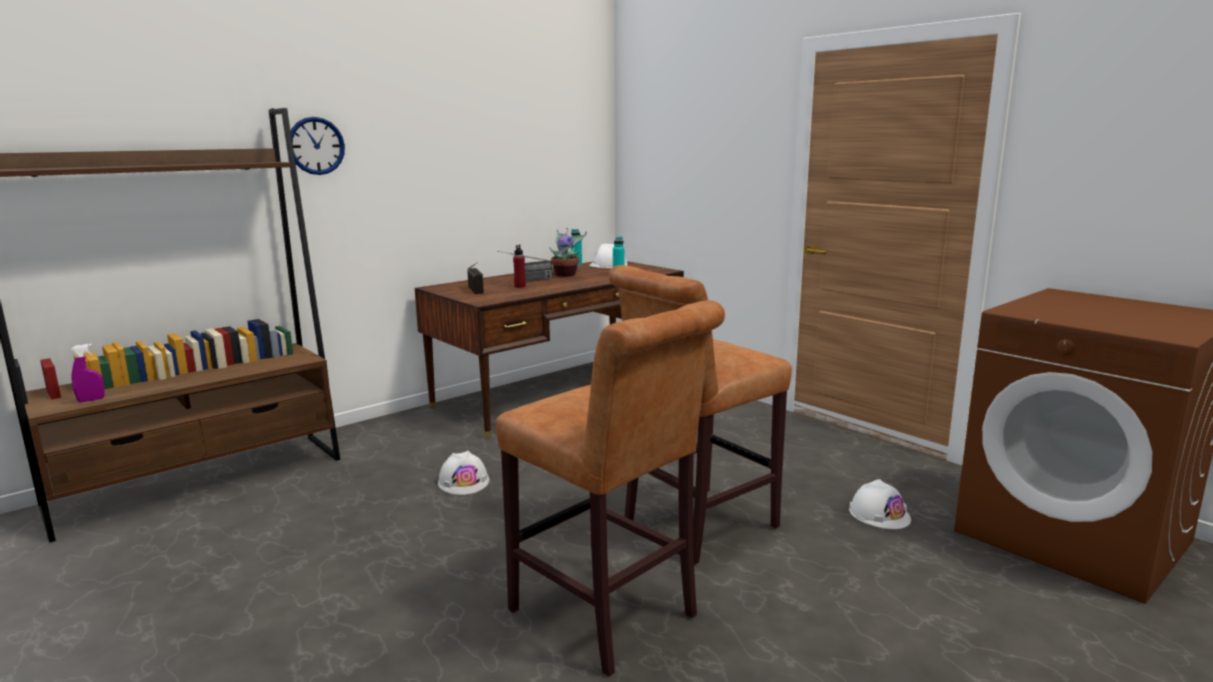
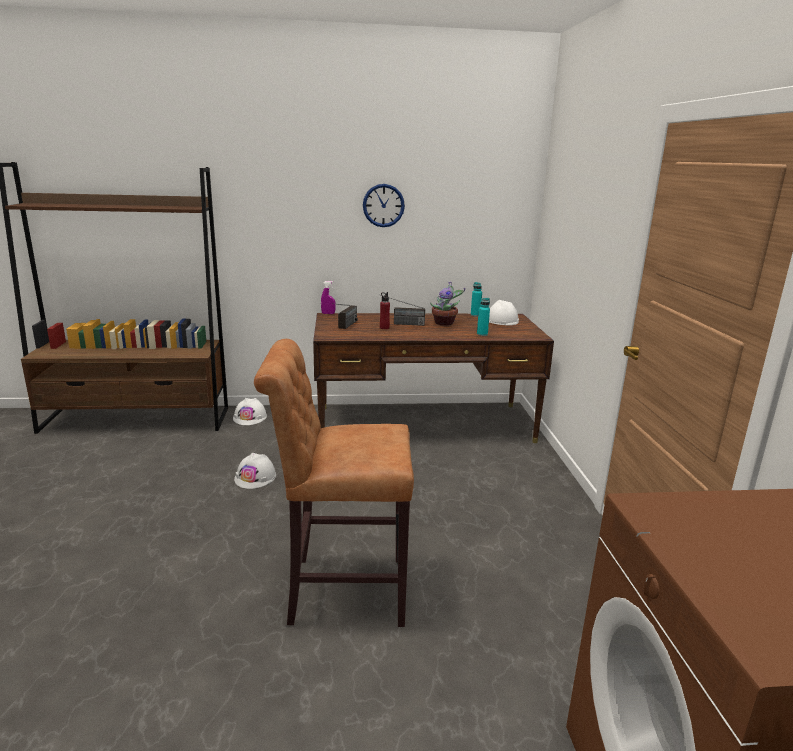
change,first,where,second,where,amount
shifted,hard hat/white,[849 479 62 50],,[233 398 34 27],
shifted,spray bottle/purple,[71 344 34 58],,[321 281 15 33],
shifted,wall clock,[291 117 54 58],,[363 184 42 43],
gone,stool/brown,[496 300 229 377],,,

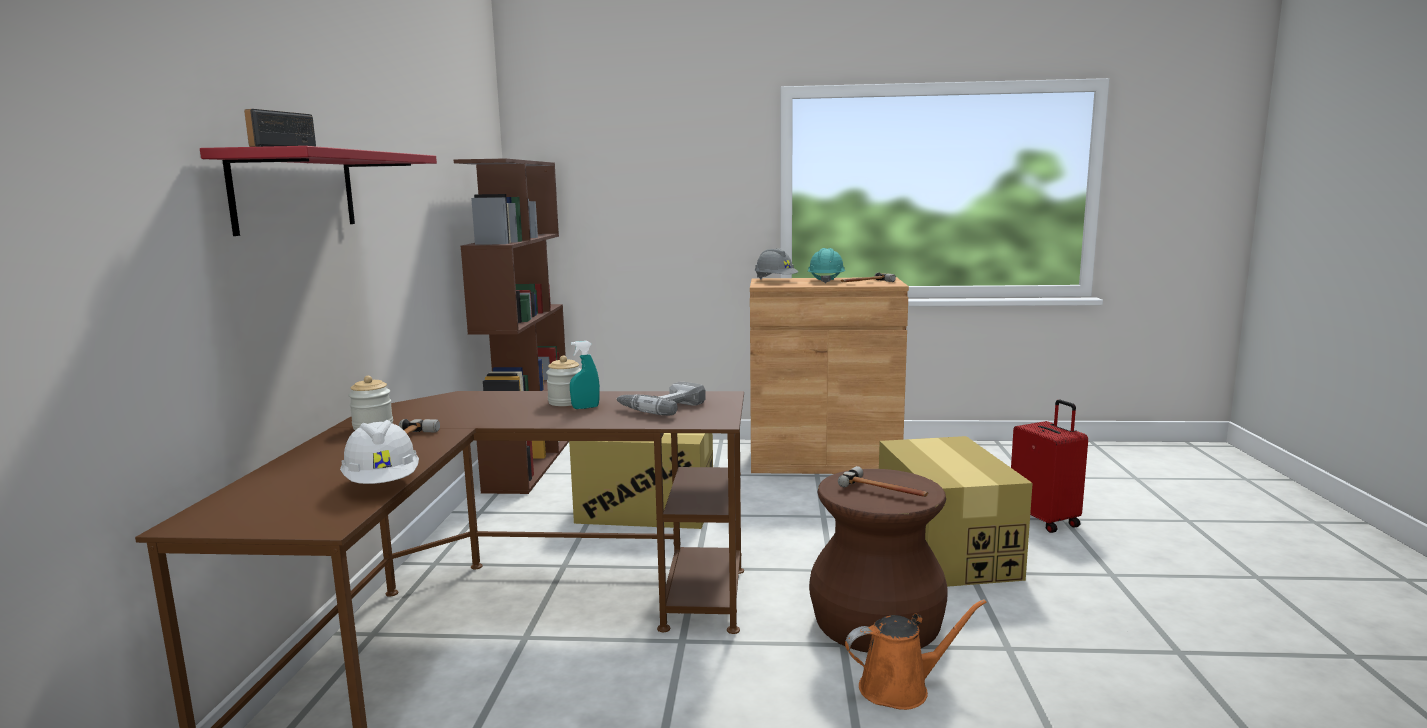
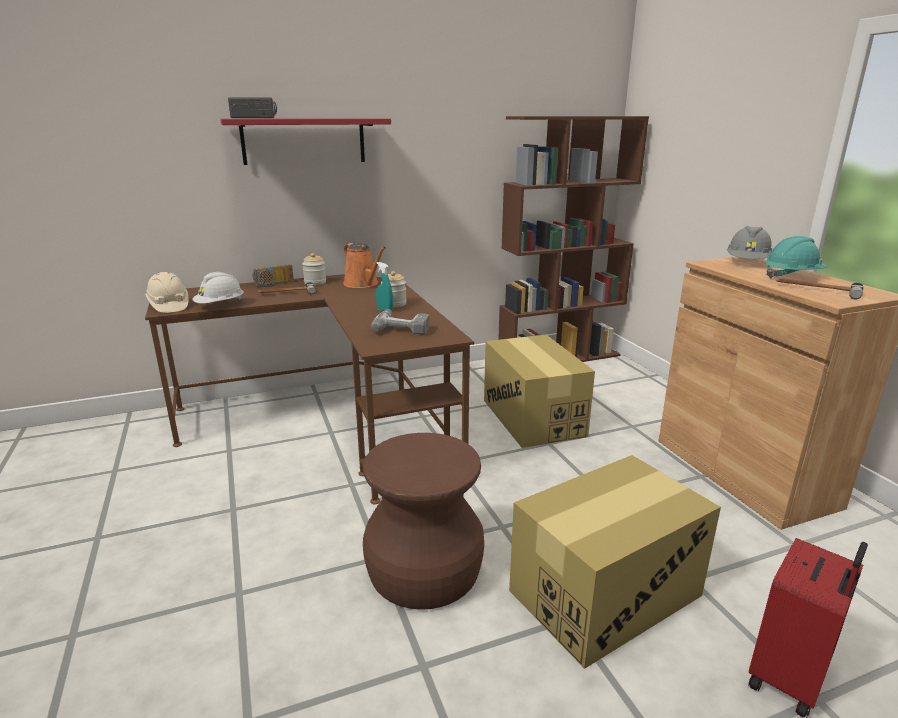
change,first,where,second,where,amount
new,,,hard hat/beige,[145 272 44 41],
new,,,radio,[252 264 42 23],
shifted,watering can/orange,[845 599 142 111],,[343 243 43 45],
gone,hammer,[838 466 90 31],,,

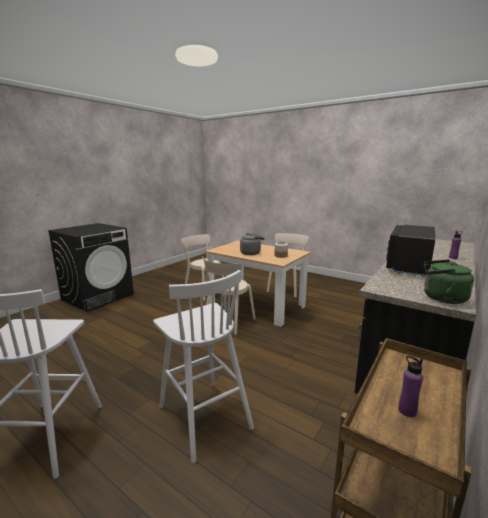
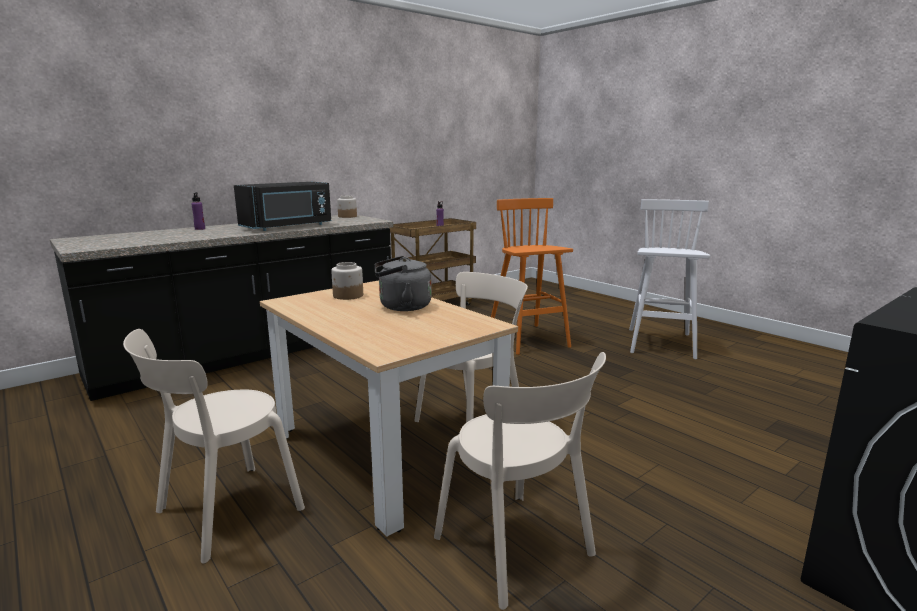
change,first,where,second,where,amount
swapped,kettle/green,[424 260 50 44],jar,[337 196 20 22],
repainted,stool/white,[153 270 101 193],stool/orange,[491 198 82 157],

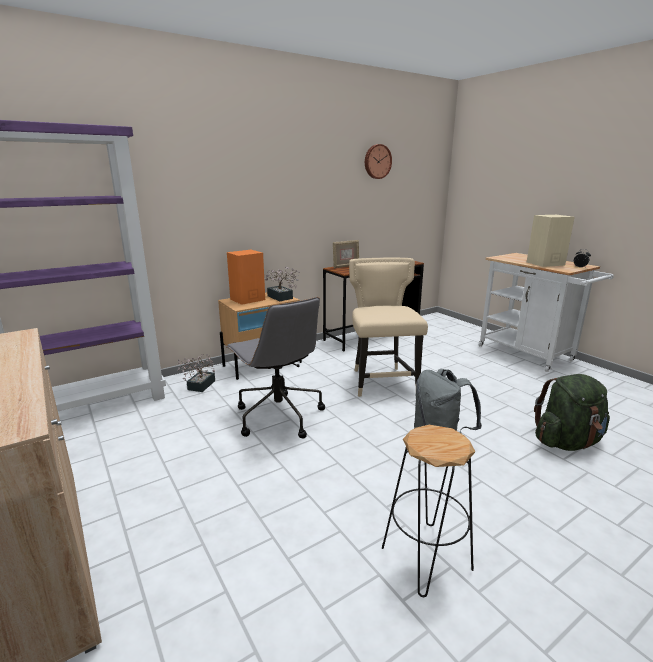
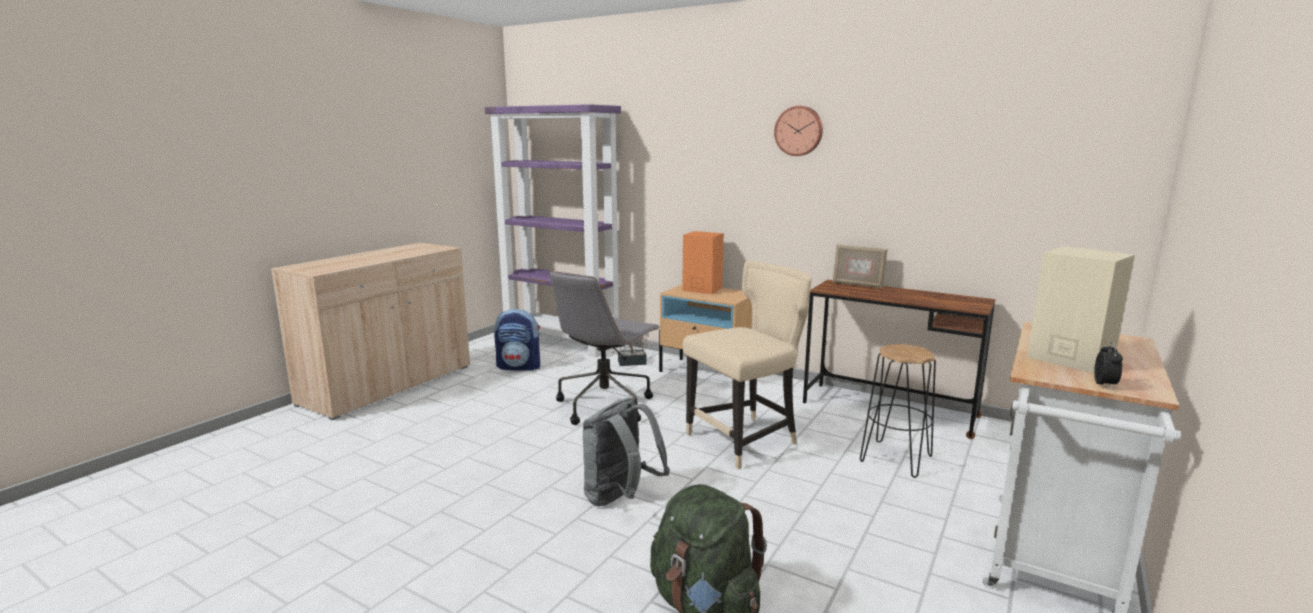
change,first,where,second,where,amount
new,,,backpack,[494 309 46 62],
shifted,wall clock,[365 144 27 35],,[774 106 49 50],
shifted,stool/black,[382 425 94 172],,[860 344 76 134],
gone,potted plant,[265 267 35 34],,,

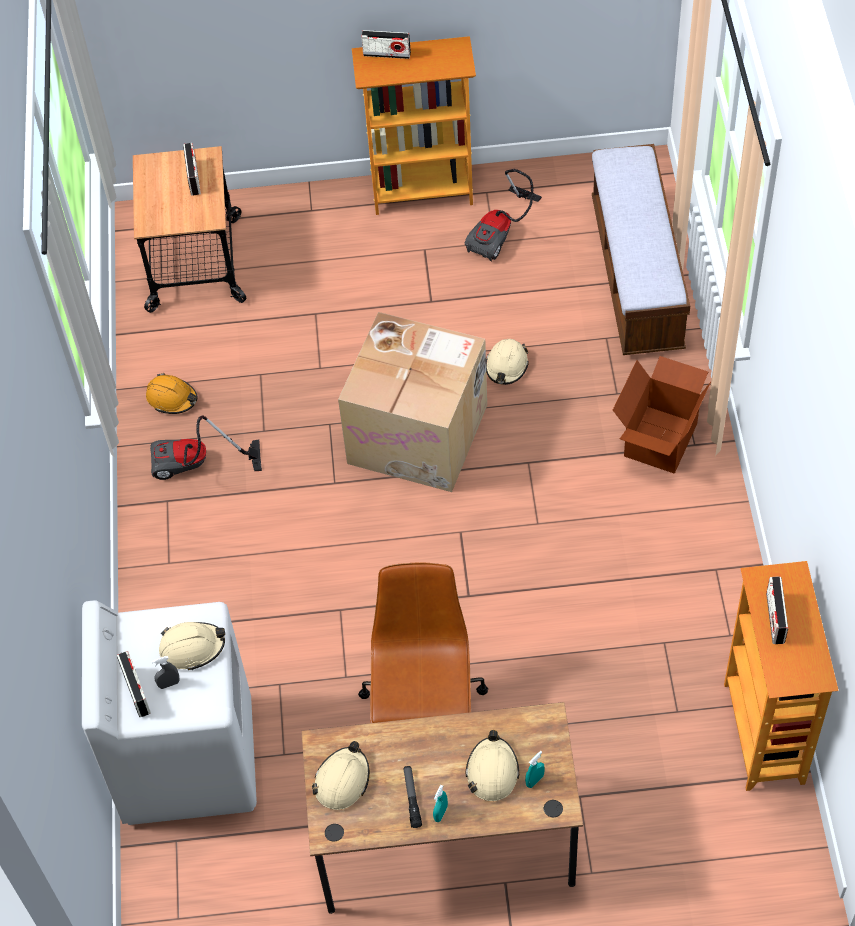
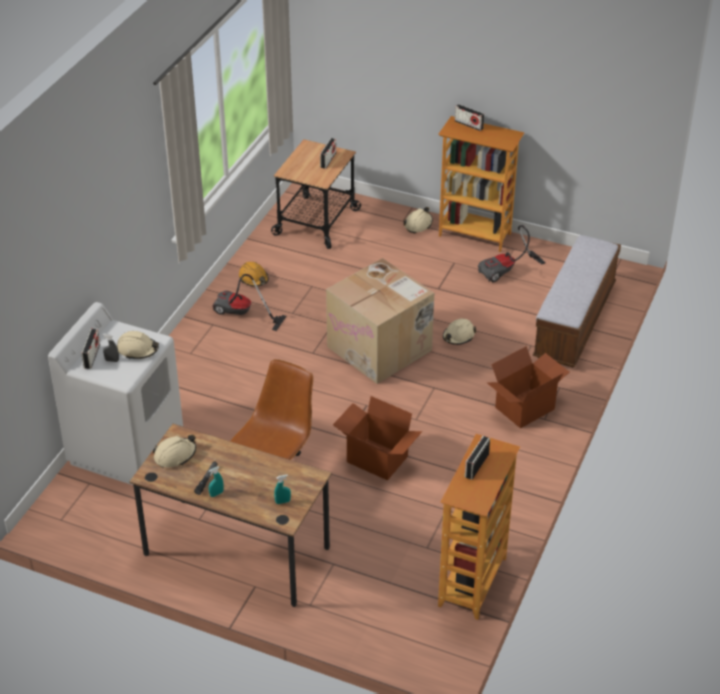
change,first,where,second,where,amount
new,,,cardboard box,[333 396 90 84],
shifted,hard hat/beige,[465 730 55 71],,[404 207 29 26],

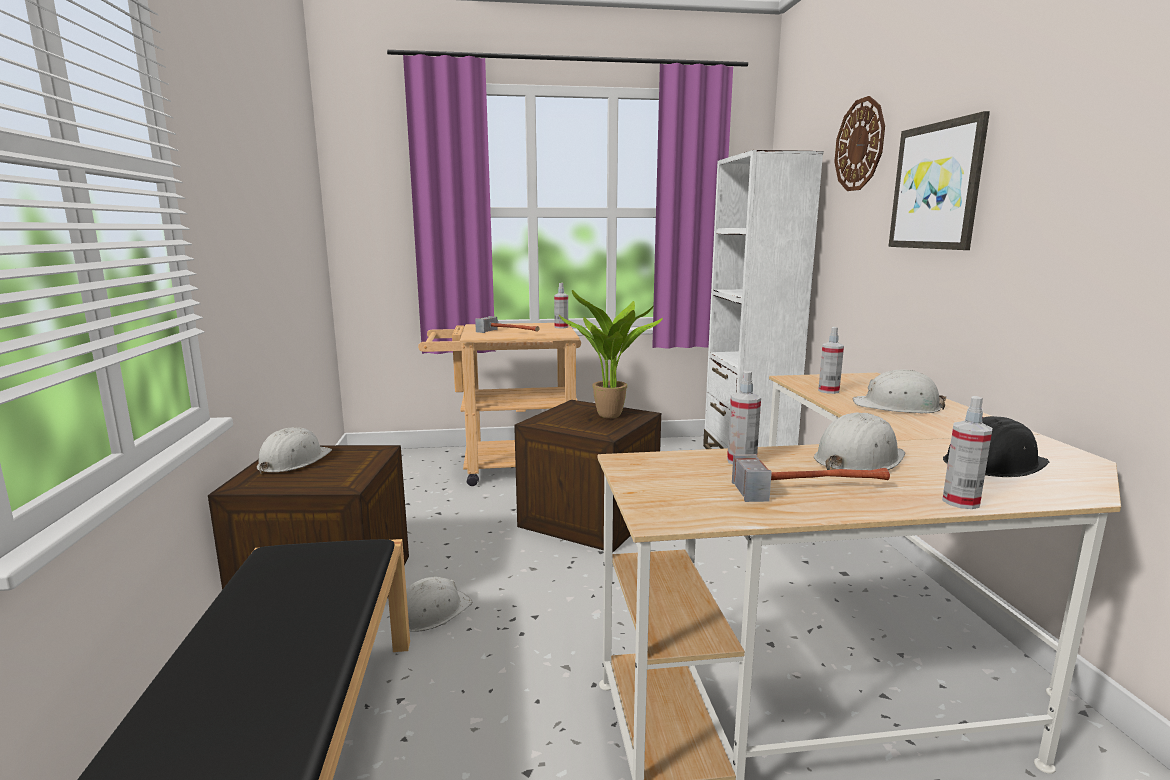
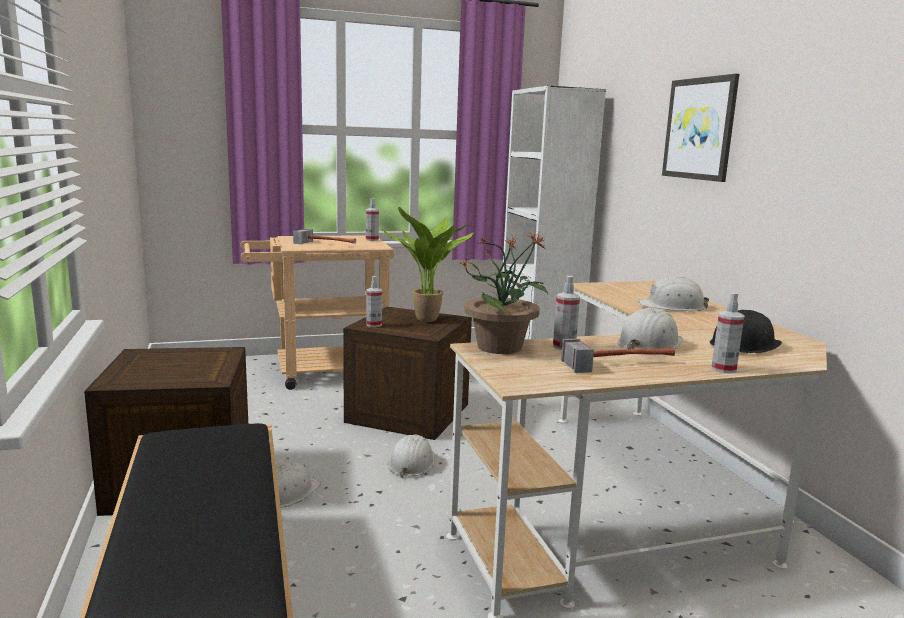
change,first,where,second,where,amount
shifted,spray bottle,[818 327 26 67],,[366 276 16 51],
shifted,hard hat/white,[257 427 75 46],,[388 434 47 44],
new,,,potted plant,[459 232 89 122],
gone,wall clock,[834 96 51 95],,,

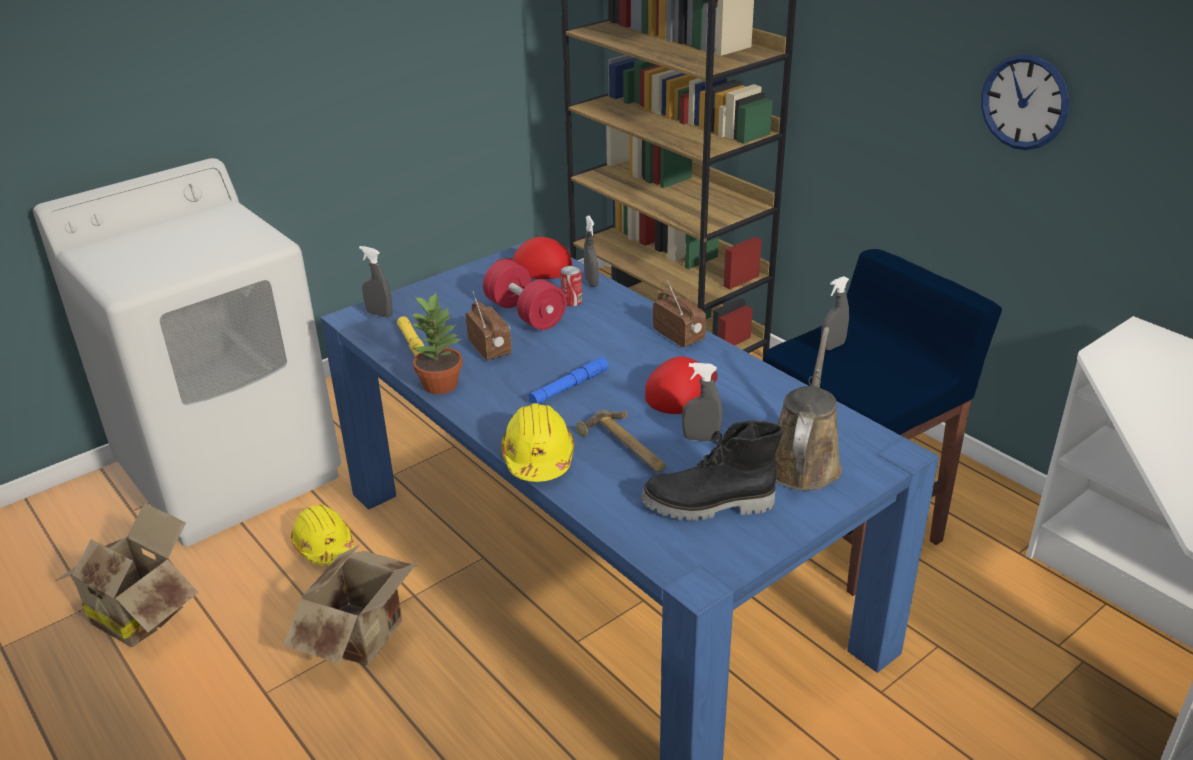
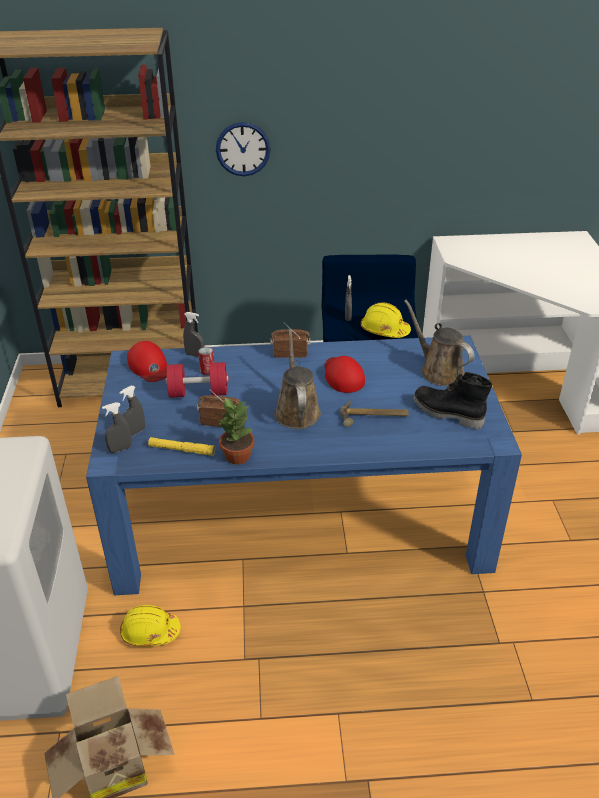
change,first,where,second,where,amount
shifted,spray bottle/grey,[682 363 40 78],,[119 386 26 51],
rotated,cap/red,[495 237 77 42],,[127 341 40 41],75 degrees counterclockwise
shifted,wall clock,[981 54 89 96],,[216 122 55 54],
swapped,flashlight/blue,[528 357 81 47],watering can/brown,[275 328 46 101],
shifted,hard hat/yellow,[501 403 73 79],,[361 302 50 36],
rotated,boot/black,[641 421 141 100],,[413 372 79 57],90 degrees clockwise
gone,cardboard box,[283 544 136 121],,,

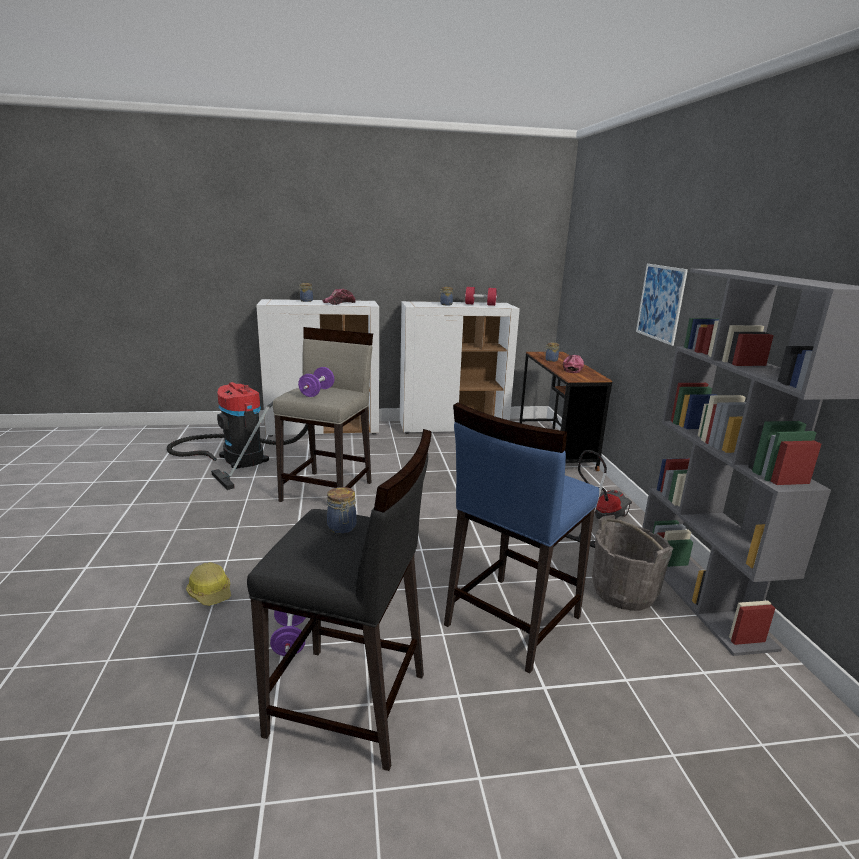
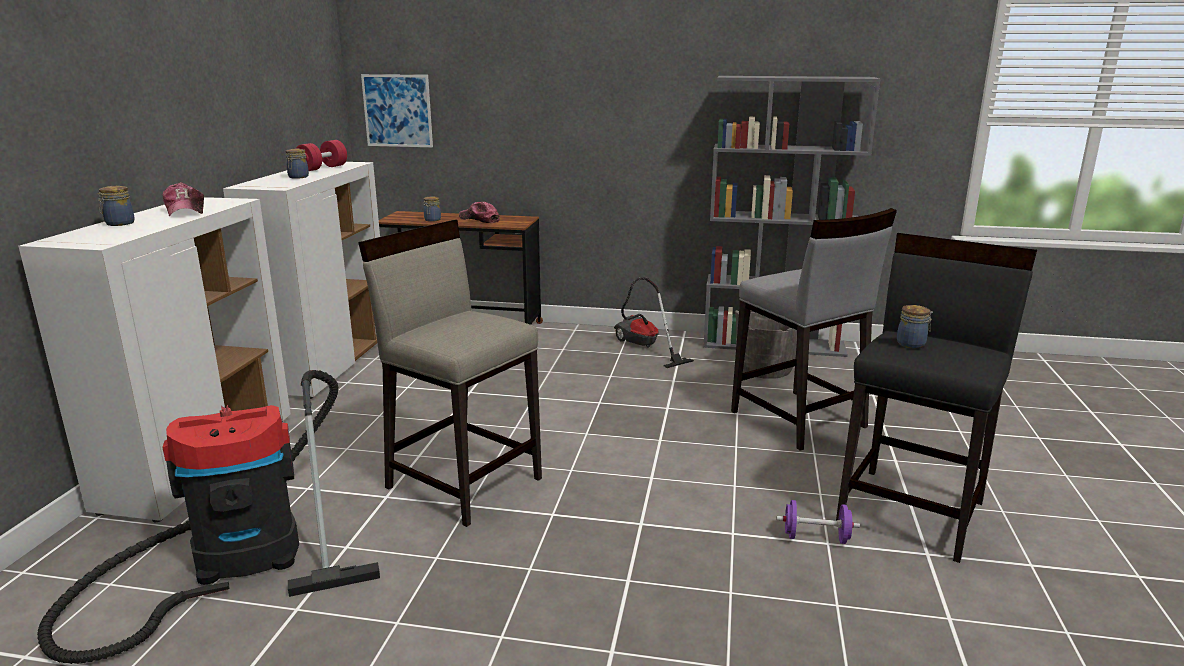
change,first,where,second,where,amount
shifted,picture,[636 264 52 82],,[361 74 72 73],
repainted,stool/blue,[444 402 155 272],stool/grey,[731 208 166 243],
gone,hard hat,[186 562 45 44],,,
gone,dumbbell/purple,[298 367 36 30],,,

